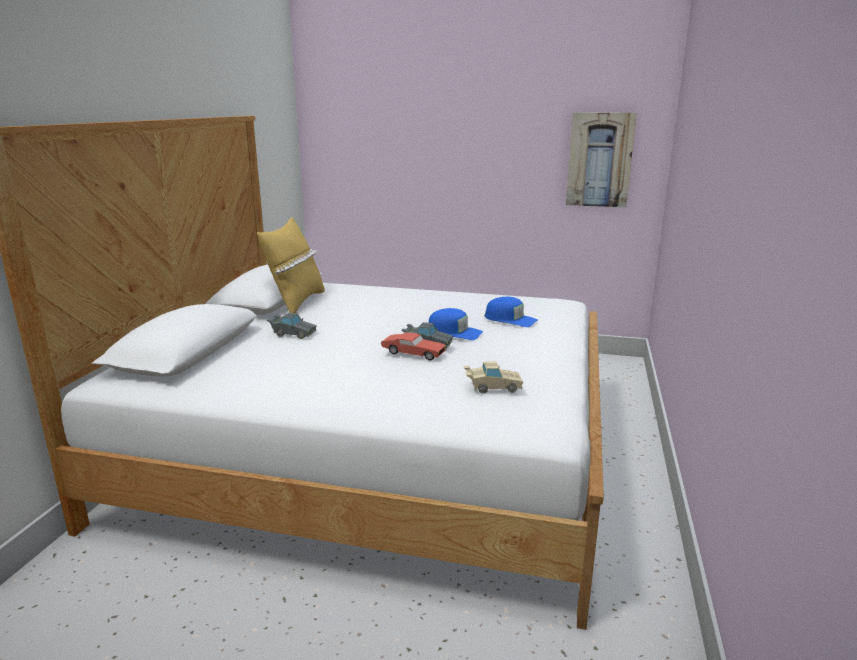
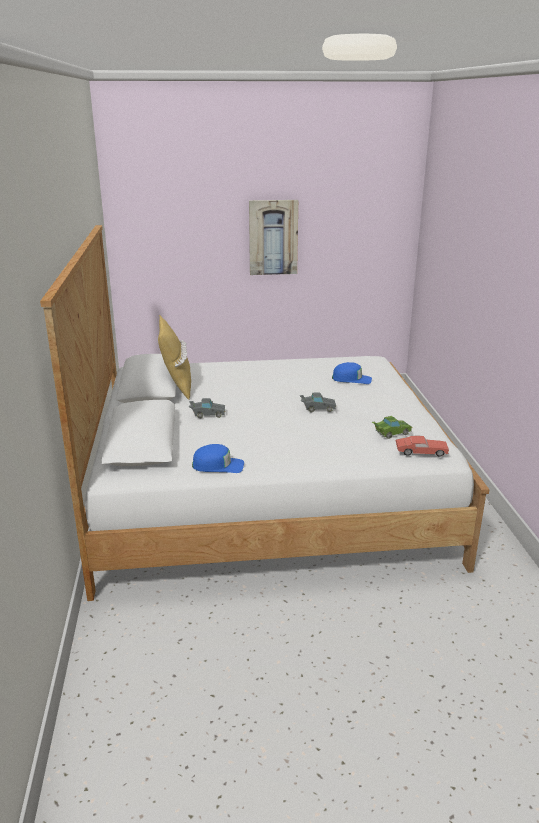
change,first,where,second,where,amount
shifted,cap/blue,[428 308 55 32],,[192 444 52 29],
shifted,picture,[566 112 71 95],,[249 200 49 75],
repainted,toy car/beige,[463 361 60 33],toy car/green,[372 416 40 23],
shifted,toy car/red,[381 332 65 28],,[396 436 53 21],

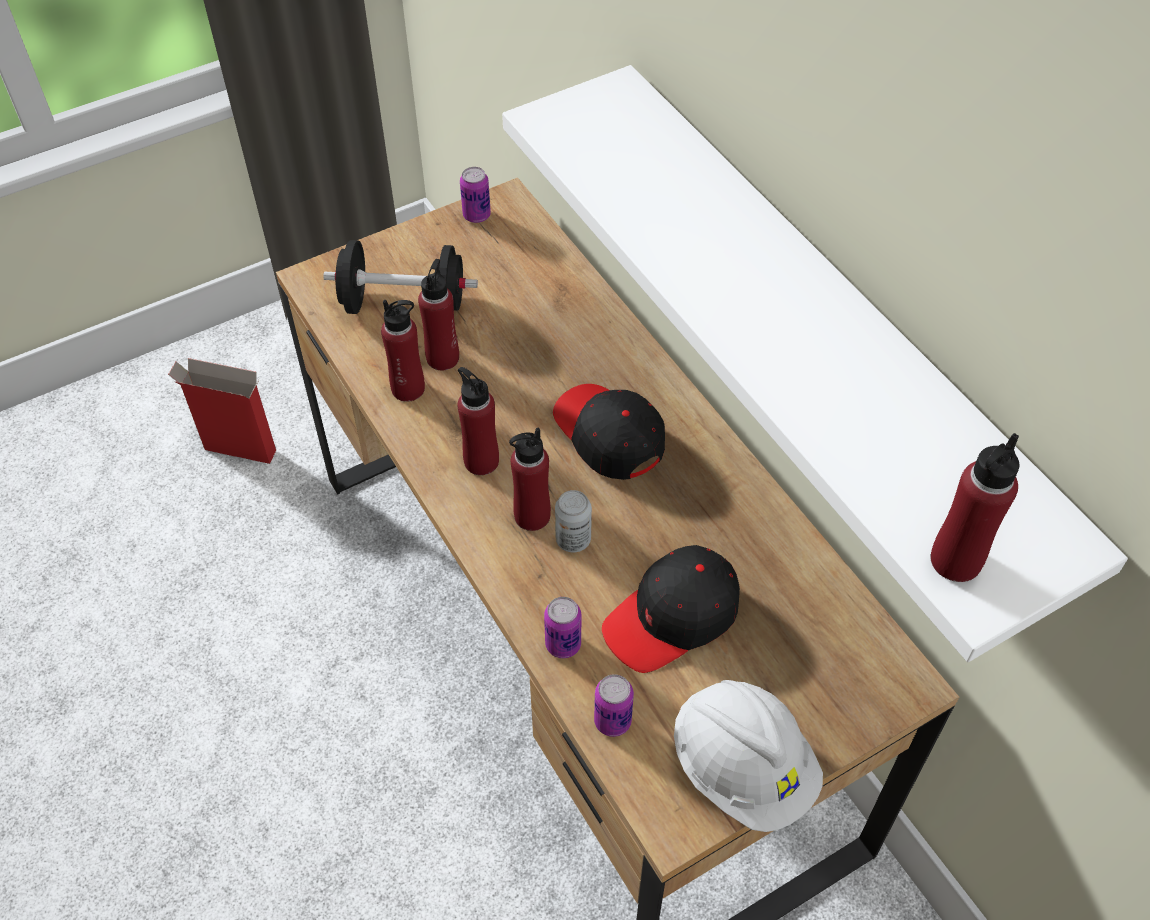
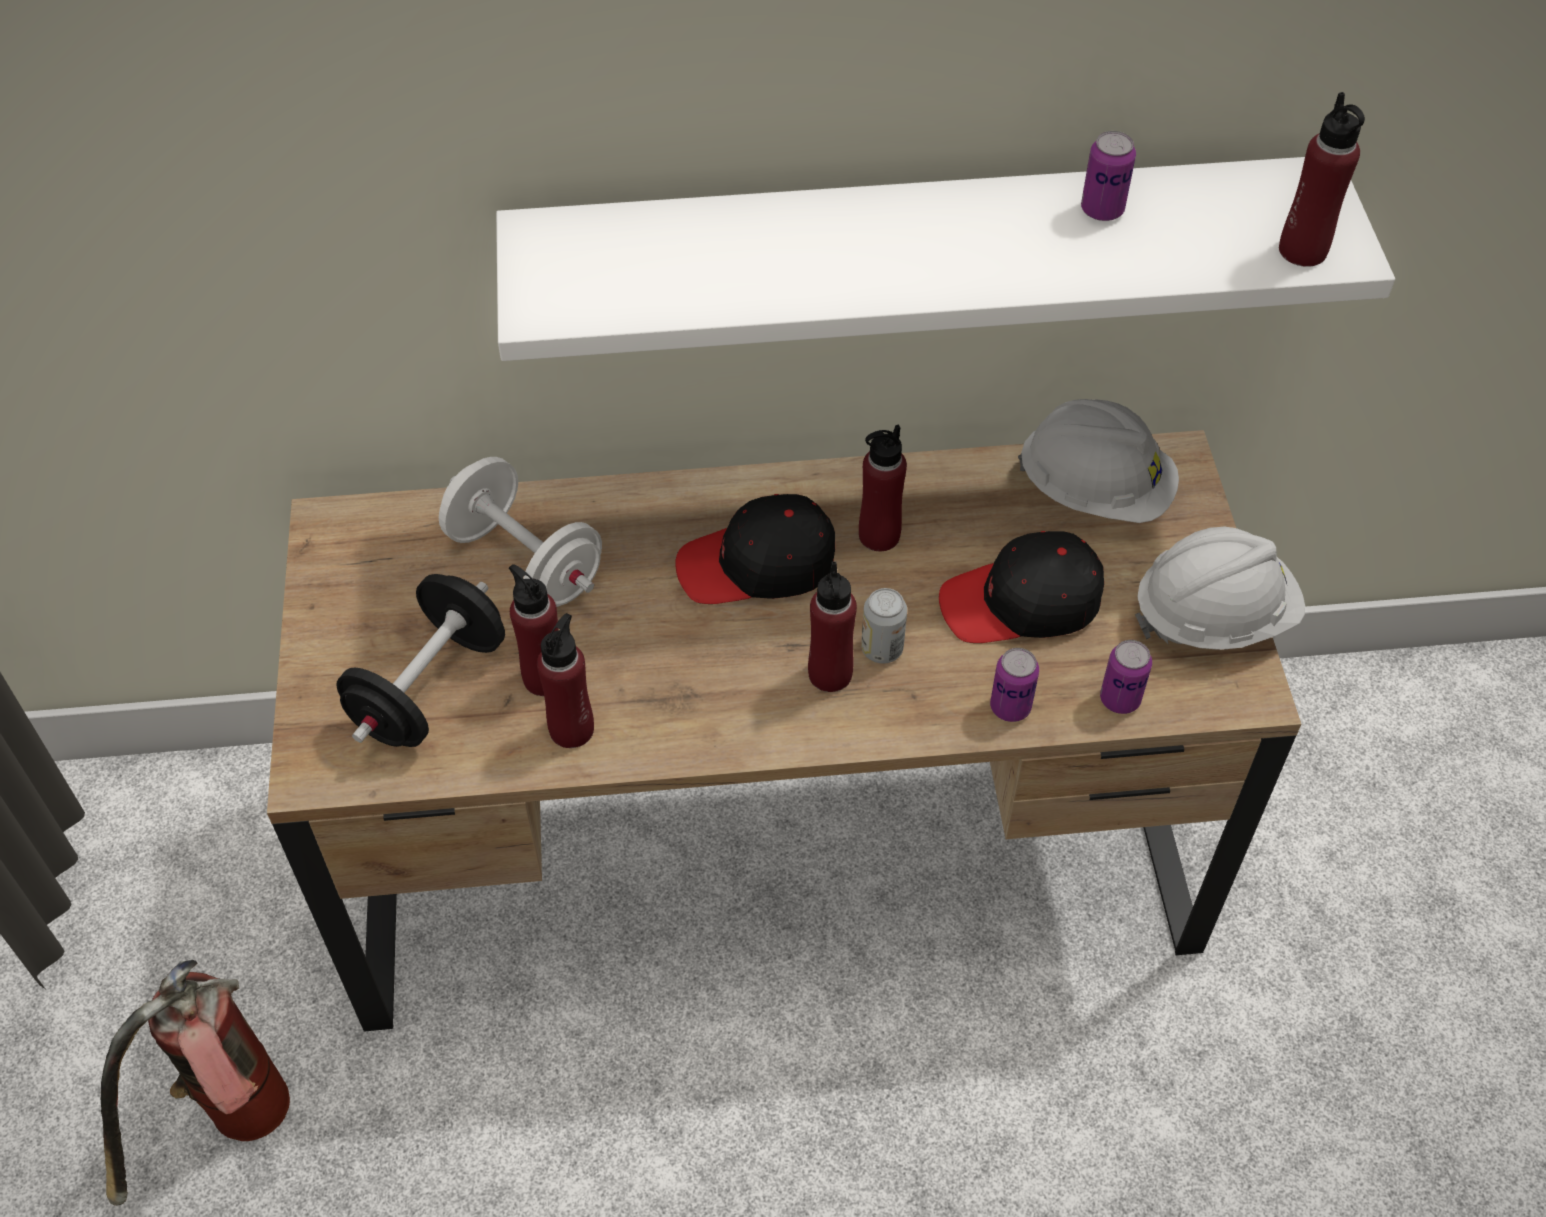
change,first,where,second,where,amount
swapped,cardboard box,[168 358 108 106],fire extinguisher,[101 960 189 246],
new,,,dumbbell/white,[439 457 163 150],
shifted,bottle/red,[457 367 42 108],,[859 425 48 126],
rotated,cap/black,[602 545 138 128],,[939 531 165 112],90 degrees clockwise
new,,,hard hat/white,[1018 399 161 124],
shifted,can,[460 167 31 56],,[1081 131 55 90],

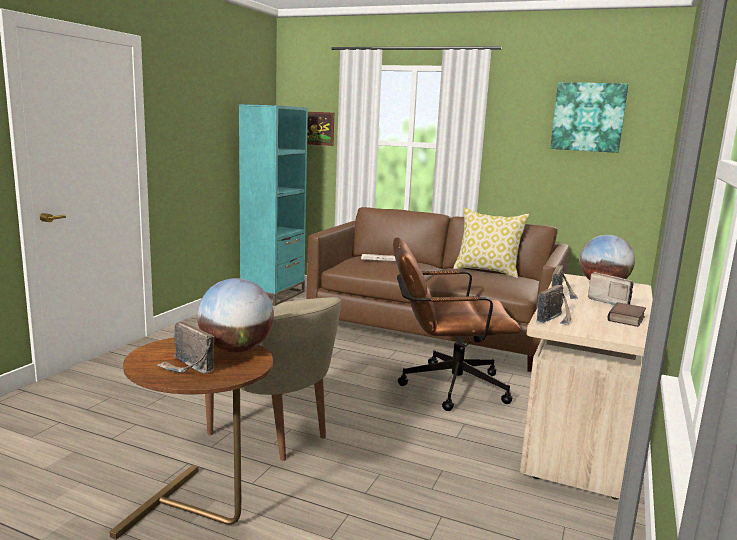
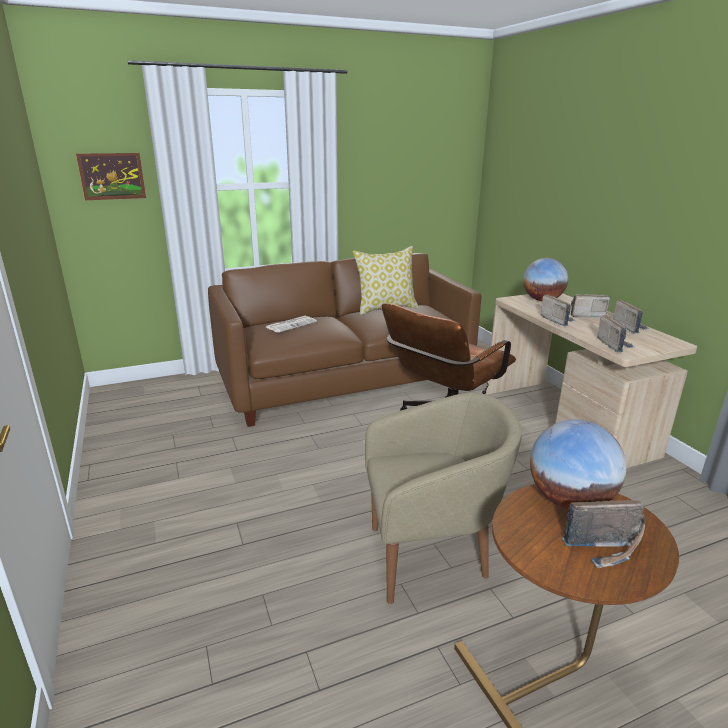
change,first,where,second,where,amount
swapped,book,[607 302 39 25],radio,[613 300 36 34],
gone,bookcase/turquoise,[239 104 69 202],,,
gone,picture,[550 82 78 71],,,

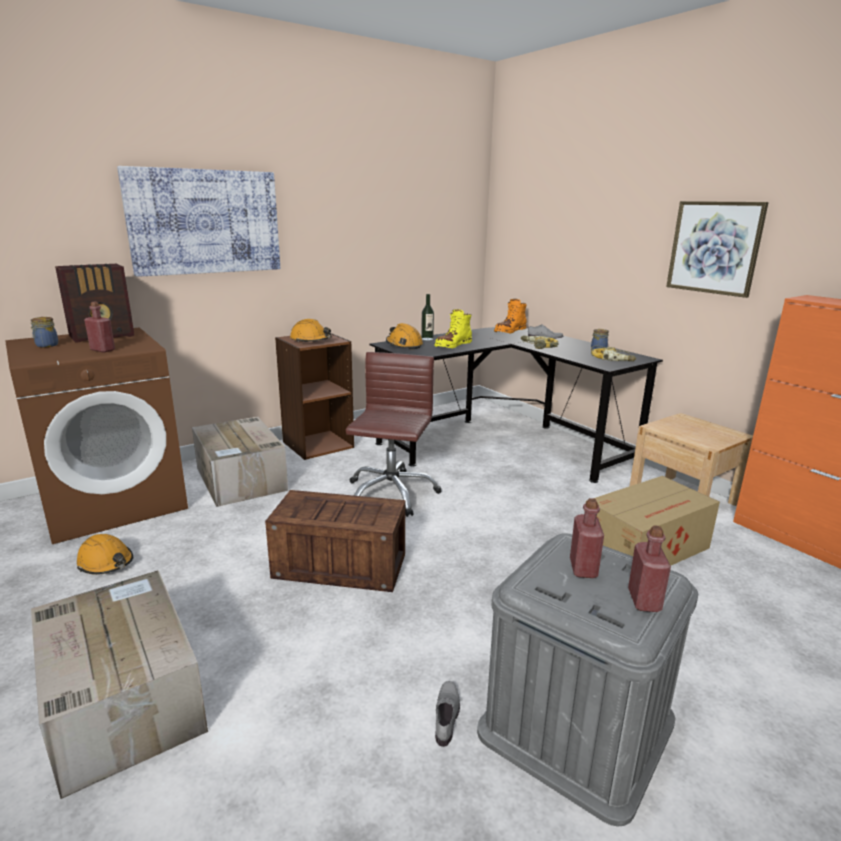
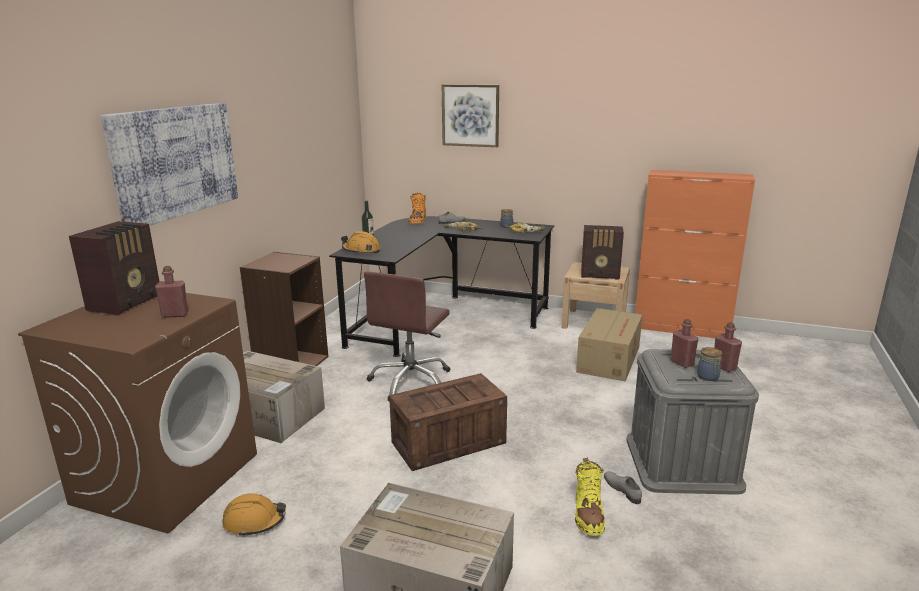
change,first,where,second,where,amount
rotated,office chair/brown,[346 352 95 165],,[364 272 86 129],135 degrees counterclockwise
shifted,picture,[666 201 103 97],,[442 84 57 63],
shifted,boot/yellow,[434 309 38 40],,[575 458 30 78],
new,,,radio,[581 225 43 55],
shifted,jar,[31 317 27 30],,[697 347 25 34],
gone,hard hat/orange,[290 319 42 23],,,

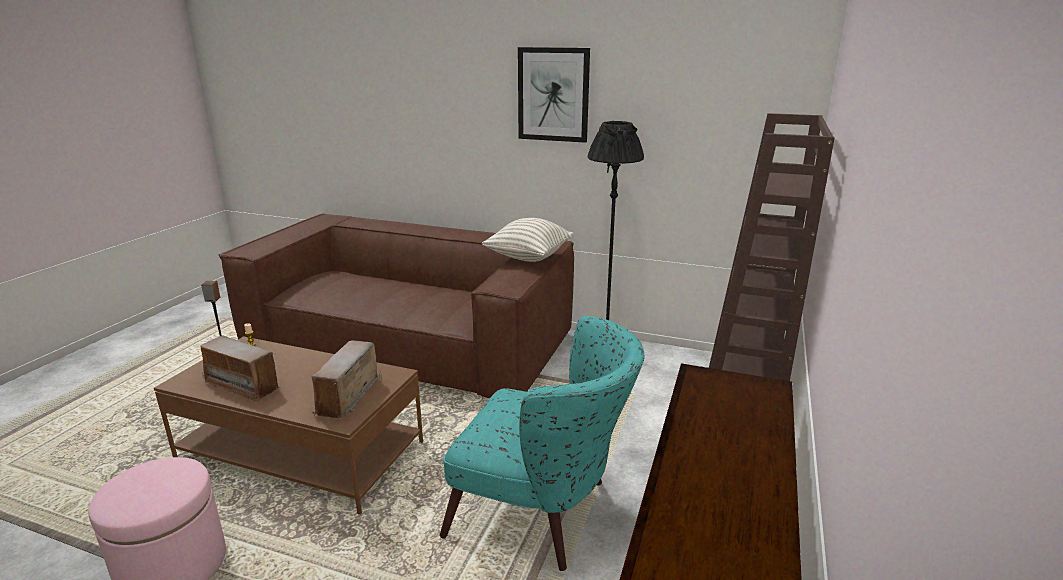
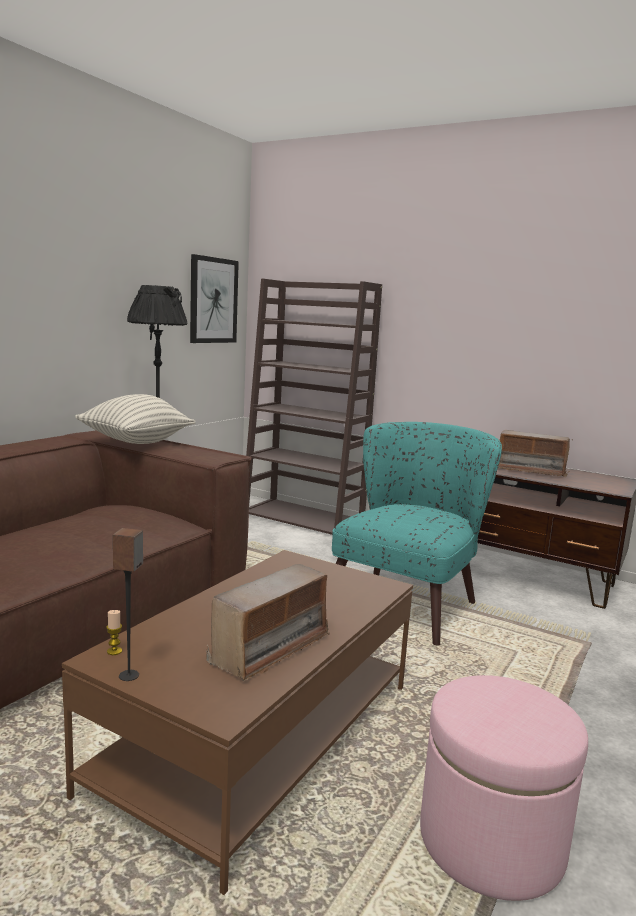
change,first,where,second,where,amount
shifted,picture,[518 47 72 96],,[190 254 49 89],
shifted,radio,[311 340 71 80],,[498 430 74 47],

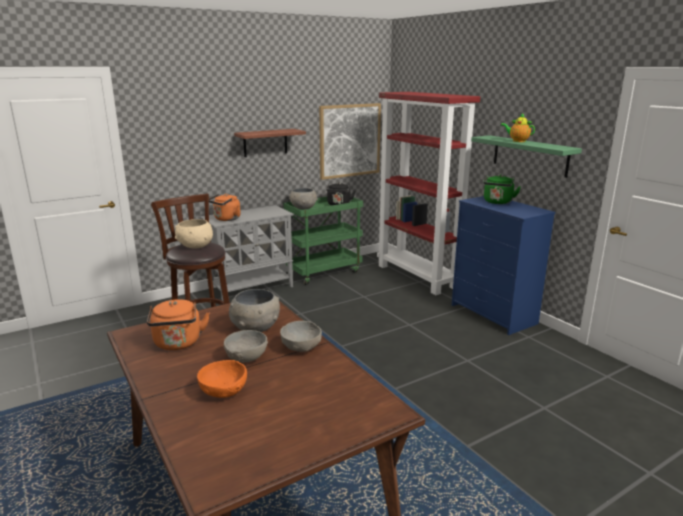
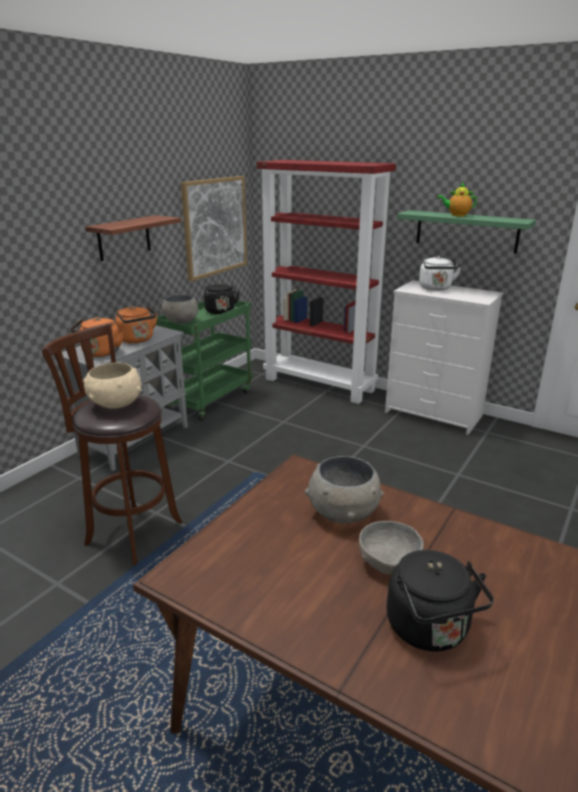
change,first,where,second,where,amount
shifted,kettle/orange,[147 299 63 51],,[115 306 42 37],
repainted,dresser/blue,[452 196 103 139],dresser/white,[385 280 118 155],
swapped,bowl/orange,[197 360 50 38],kettle/black,[387 550 107 102],
repainted,kettle/green,[483 175 38 29],kettle/white,[419 256 42 34],
gone,bowl/grey,[280 321 42 31],,,

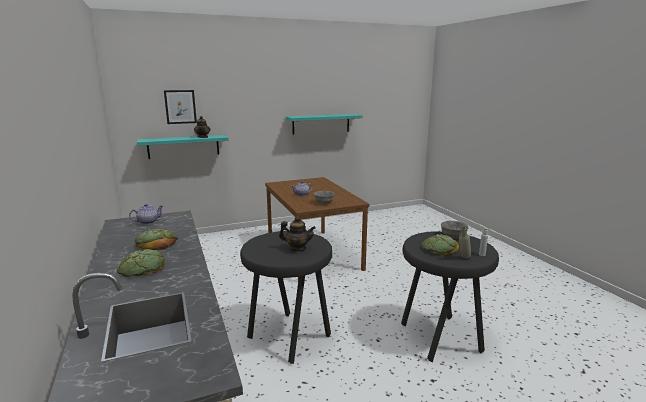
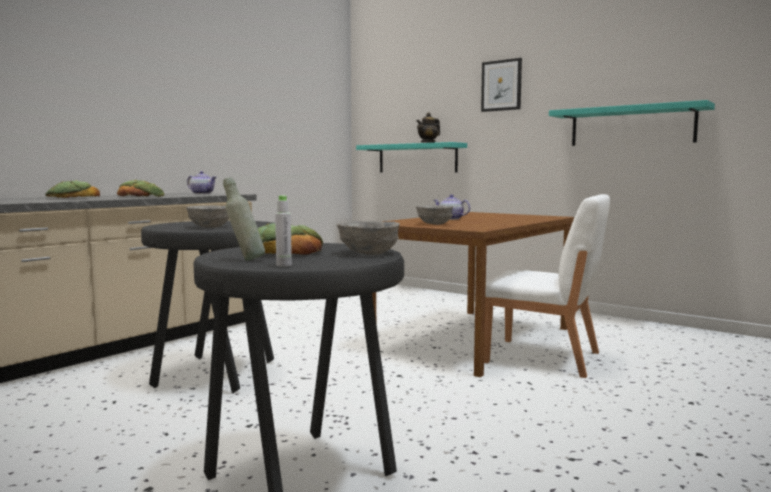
change,first,where,second,where,amount
swapped,teapot,[279 216 37 36],bowl/grey,[186 205 43 23],
shifted,picture,[164 90 33 34],,[481 58 41 54],
new,,,chair/white,[484 194 126 184],

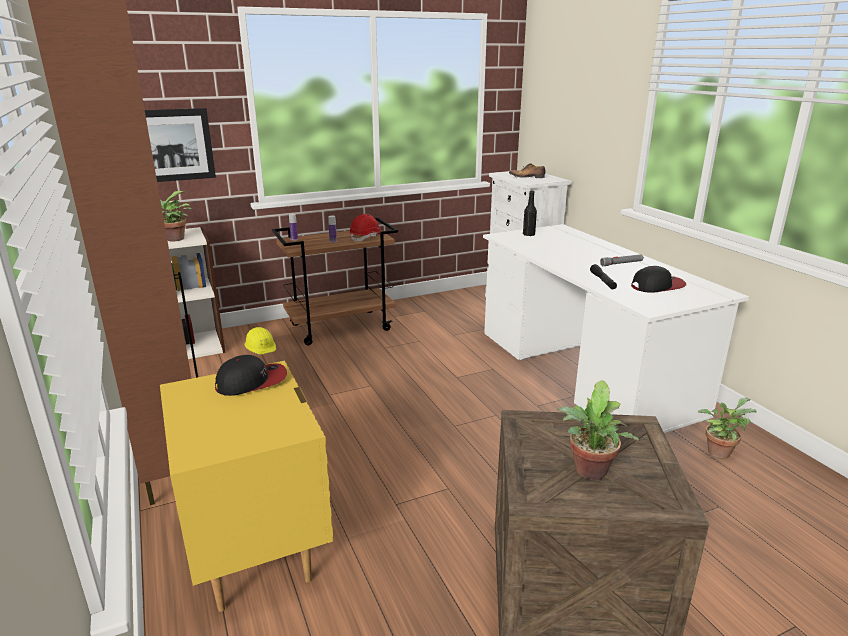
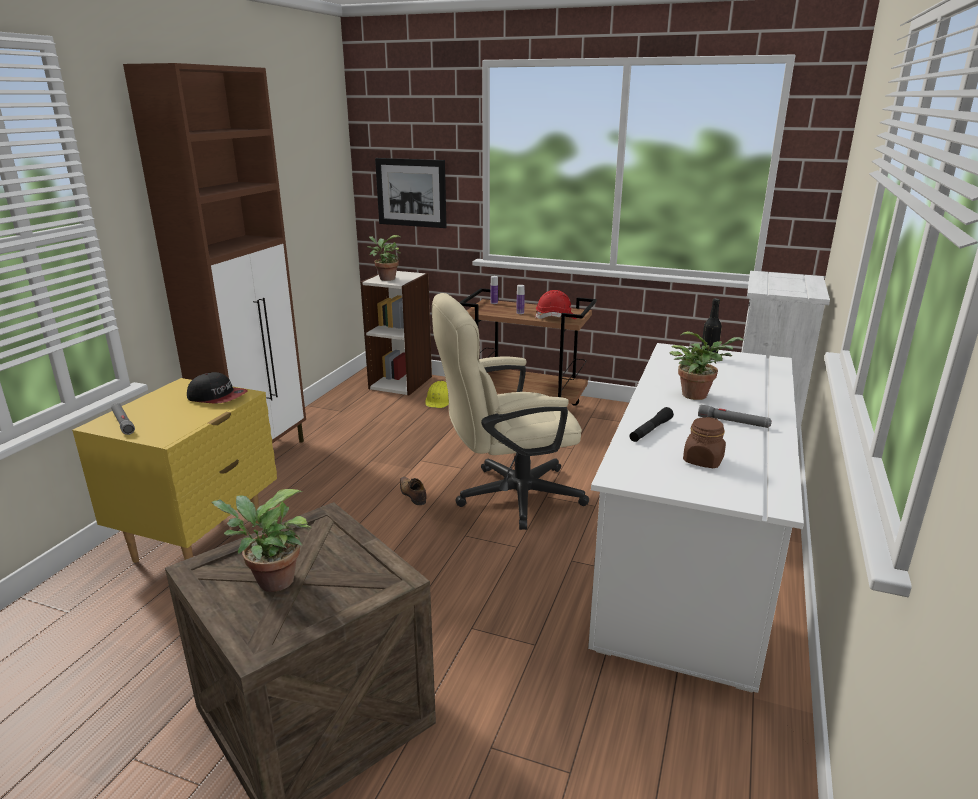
change,first,where,second,where,amount
new,,,flashlight/grey,[111 403 24 32],
shifted,shoe,[509 163 37 15],,[400 477 27 28],
new,,,office chair/beige,[432 293 157 237],
shifted,potted plant,[698 398 59 61],,[669 331 75 69],
swapped,cap,[631 266 55 27],jar/brown,[683 417 43 51],

